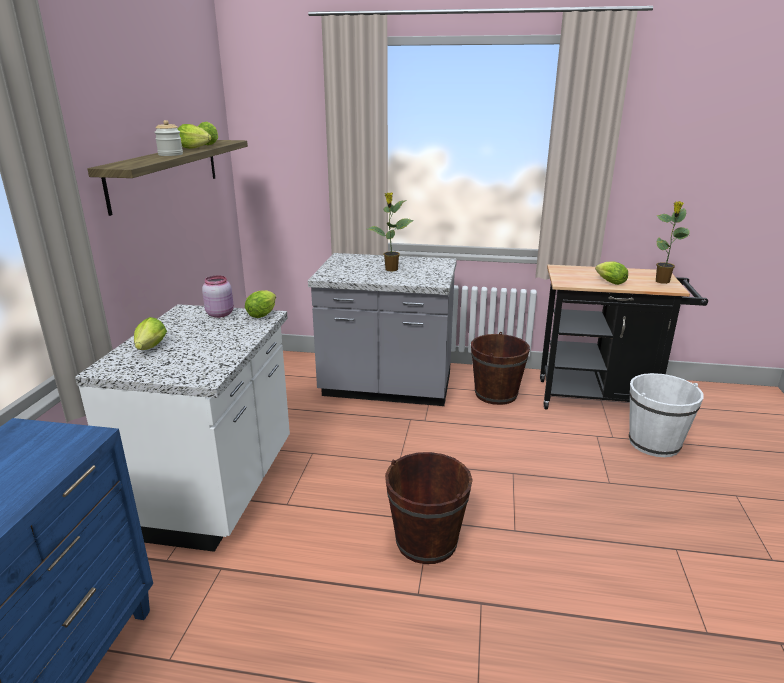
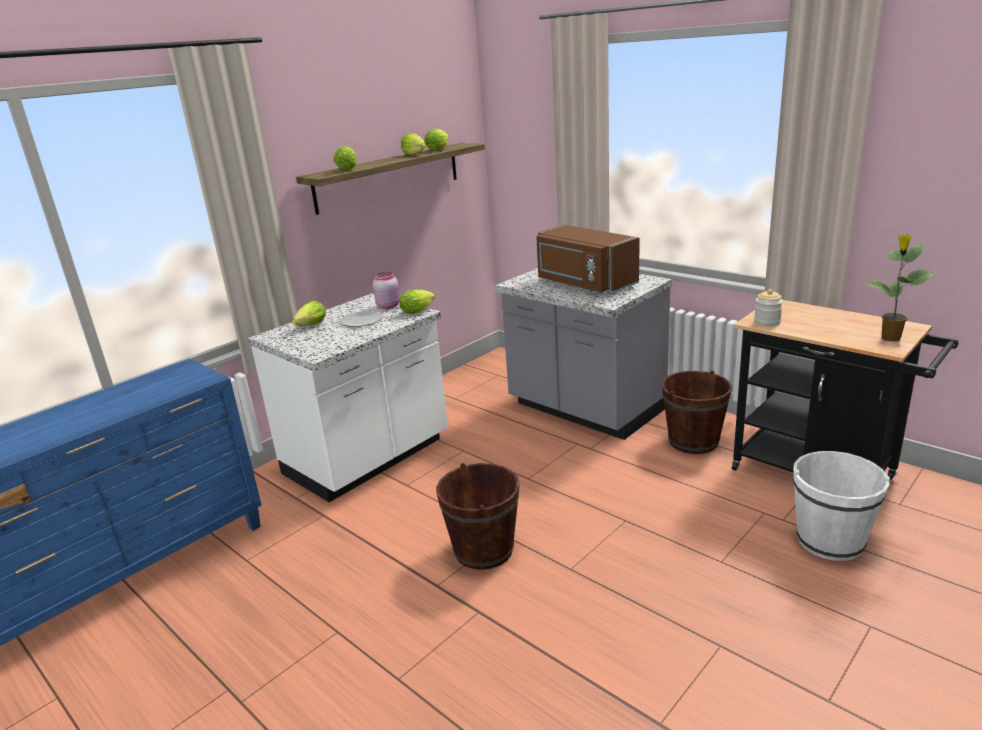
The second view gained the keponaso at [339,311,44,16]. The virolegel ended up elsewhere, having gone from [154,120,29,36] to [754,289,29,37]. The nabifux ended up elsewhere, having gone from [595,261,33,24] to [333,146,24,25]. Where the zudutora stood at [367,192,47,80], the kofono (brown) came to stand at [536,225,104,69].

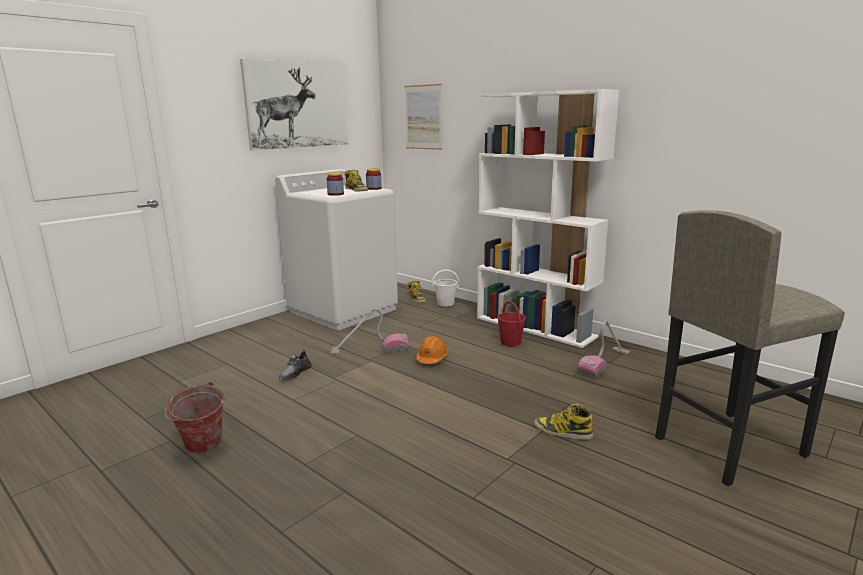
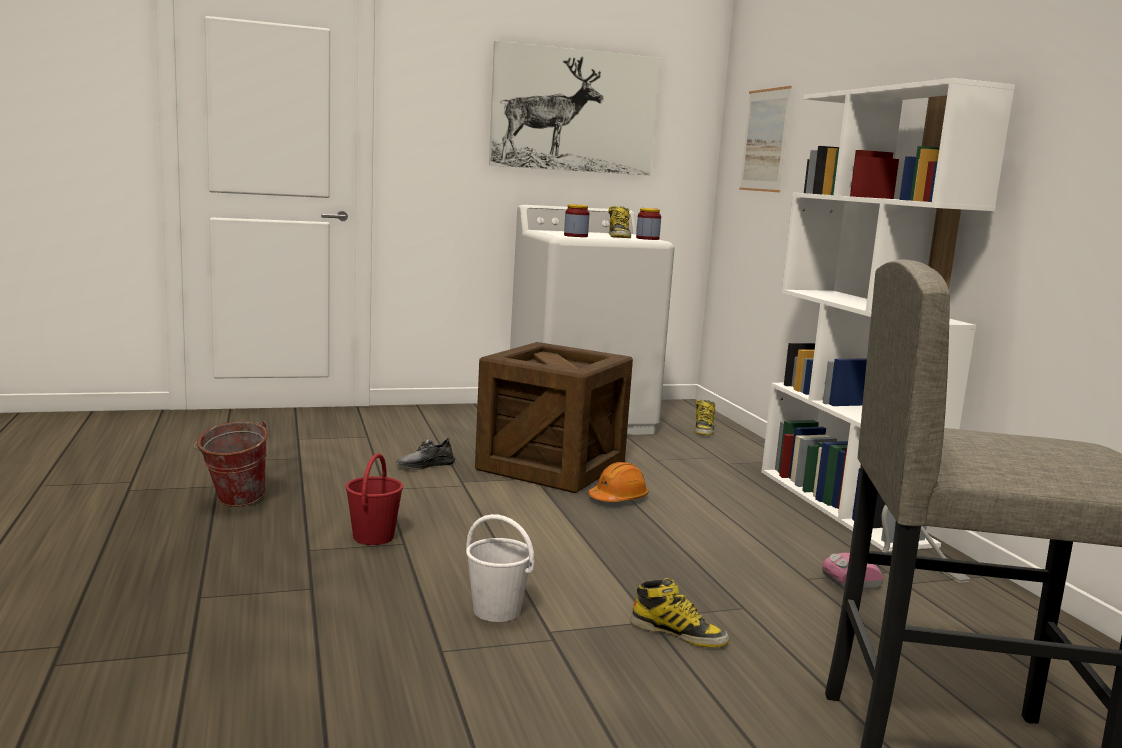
The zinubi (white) ended up elsewhere, having gone from [432,269,27,38] to [466,514,68,108]. The zinubi (red) ended up elsewhere, having gone from [497,301,29,45] to [345,453,58,92]. Where the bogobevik stood at [331,308,78,46], the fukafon came to stand at [475,342,158,151]. The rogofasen at [534,404,59,36] ended up facing another way, 150 degrees clockwise from before.

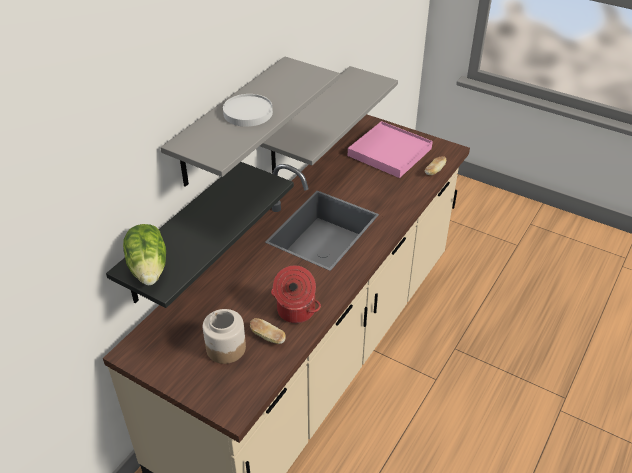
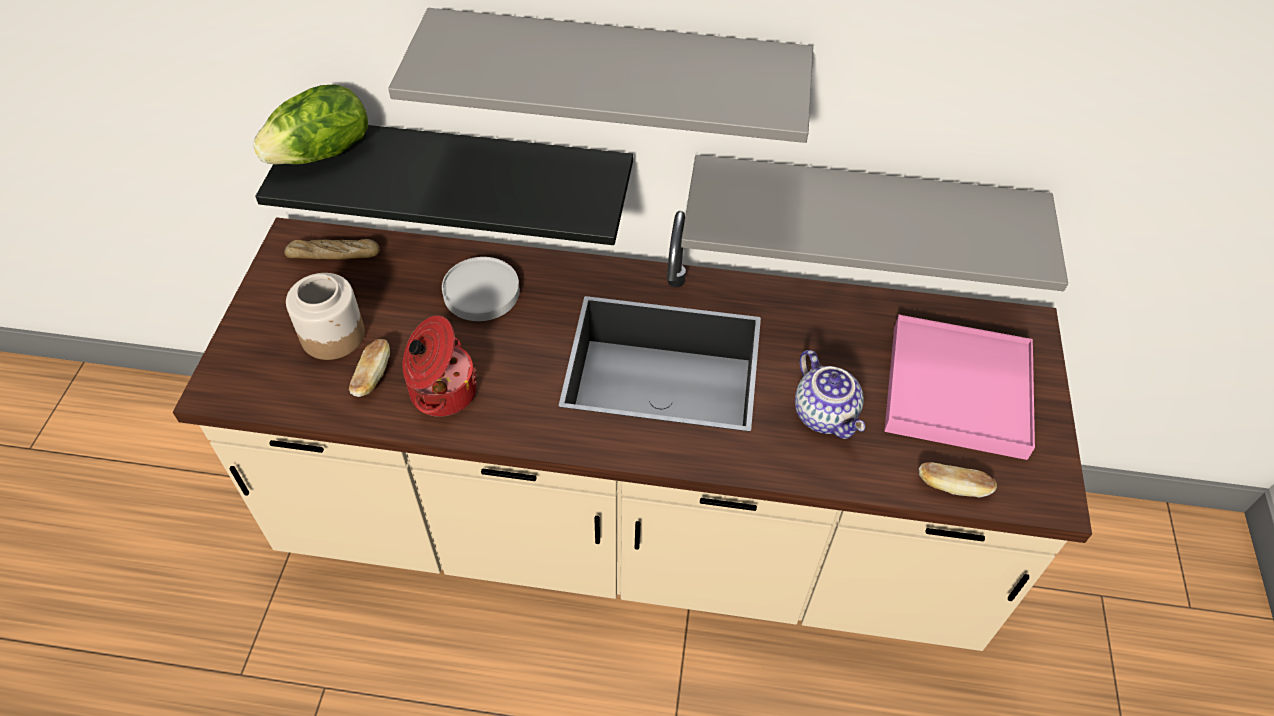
The second view gained the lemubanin at [284,239,96,20]. The second view gained the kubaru at [795,350,70,89]. The keponaso (white) ended up elsewhere, having gone from [223,94,50,33] to [442,257,78,64].

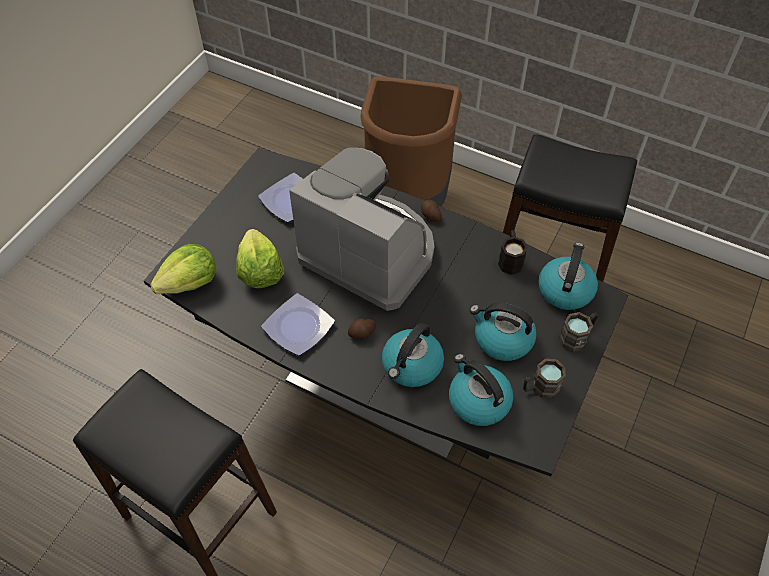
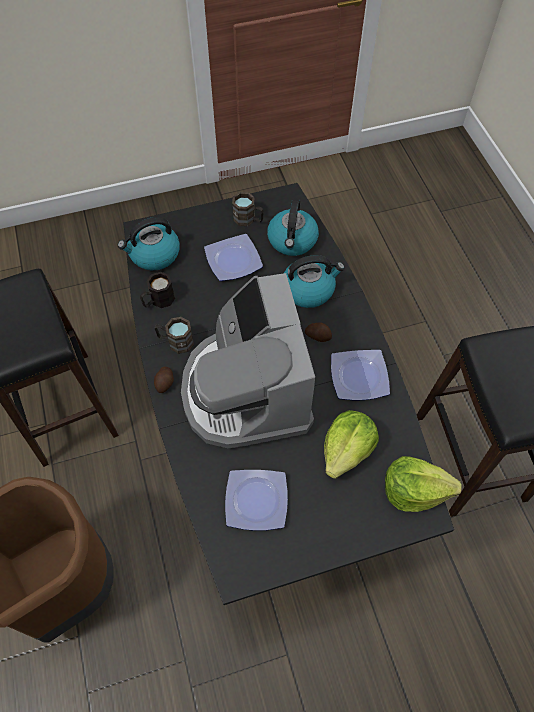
The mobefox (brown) ended up elsewhere, having gone from [559,312,39,40] to [155,317,39,37]. Where the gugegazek stood at [470,303,67,58], the keponaso came to stand at [204,234,59,47].

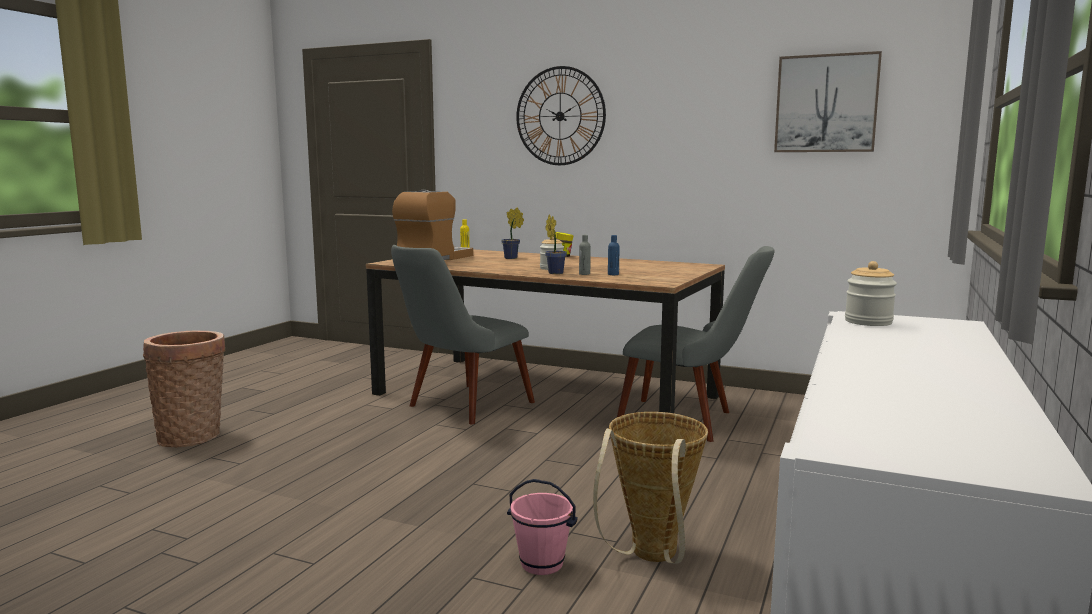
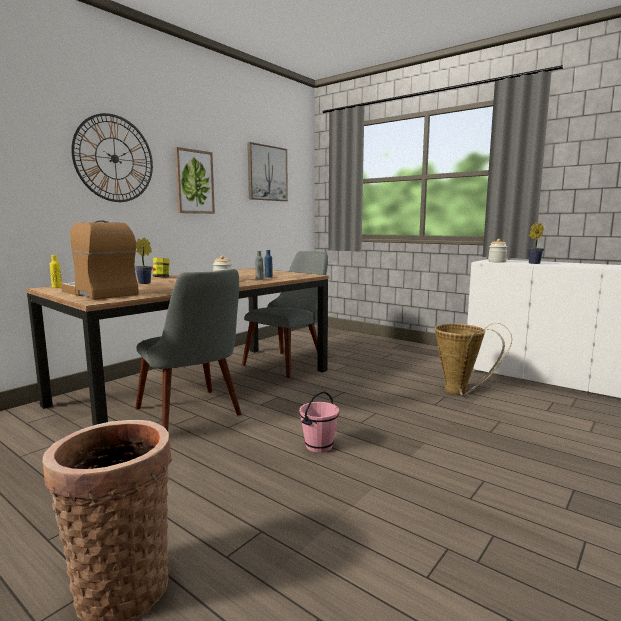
The second view gained the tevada at [175,147,40,67]. The zinubi (pink) ended up elsewhere, having gone from [507,479,71,96] to [299,391,40,62]. The zudutora ended up elsewhere, having gone from [545,214,22,60] to [527,222,17,42].

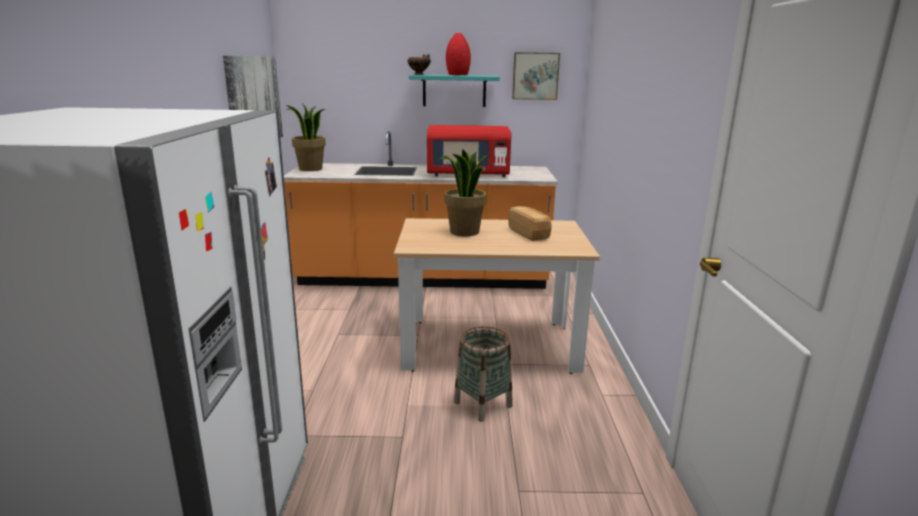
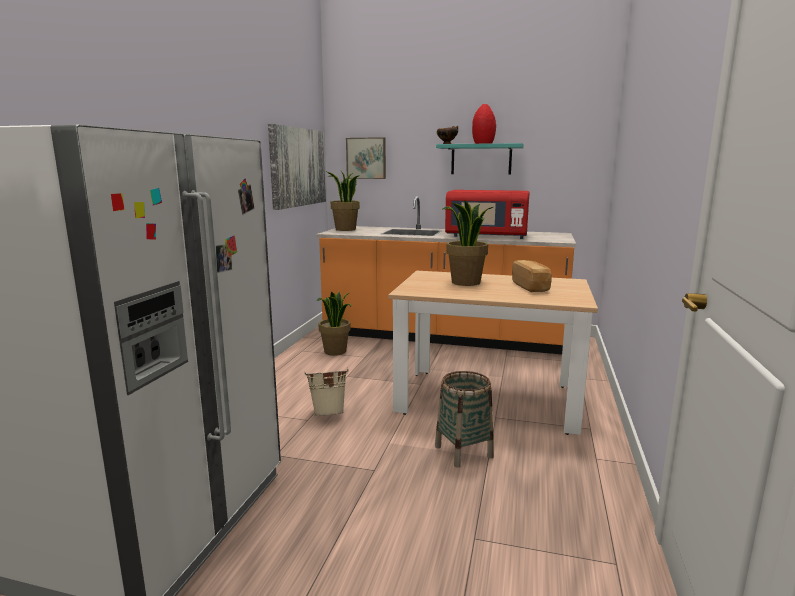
The second view gained the zinubi (beige) at [304,368,45,48]. The second view gained the zudutora at [316,291,35,65]. The tevada ended up elsewhere, having gone from [512,52,48,48] to [346,137,40,42].

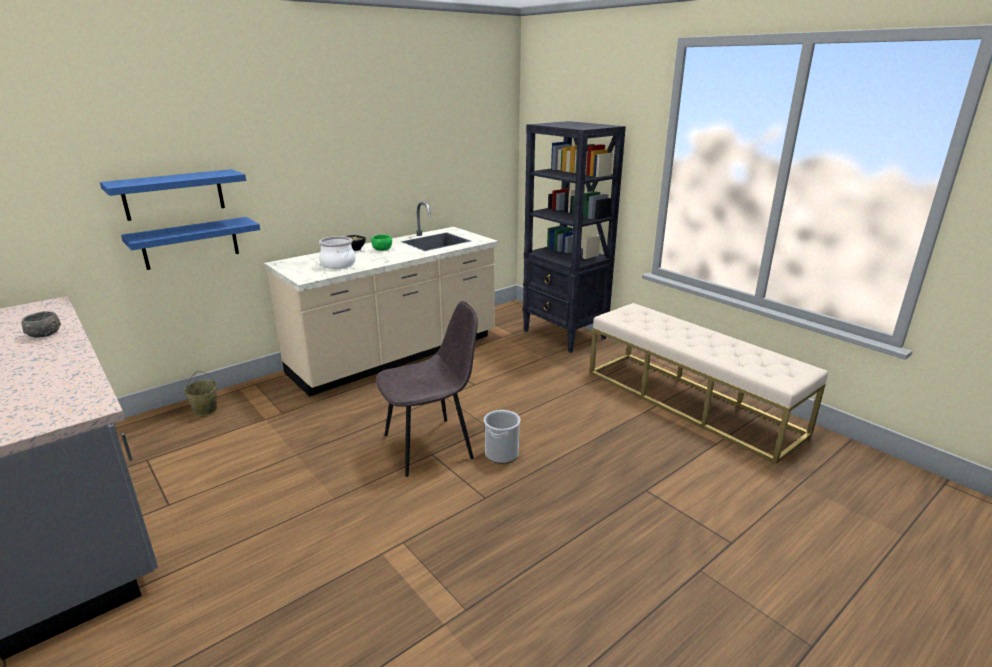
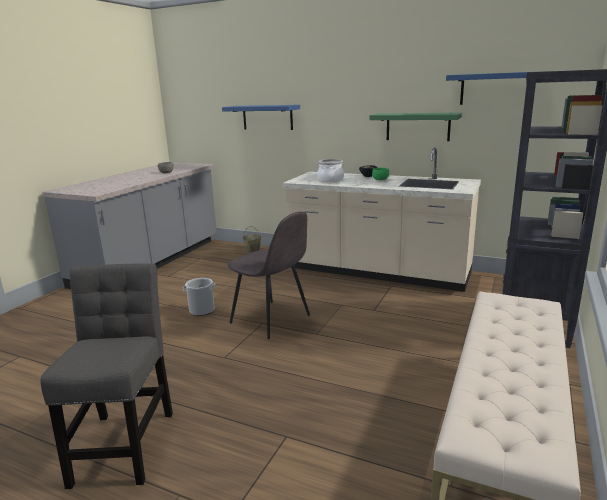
The second view gained the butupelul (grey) at [40,263,133,226]. The second view gained the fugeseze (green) at [369,113,93,28]. The fugeseze (blue) ended up elsewhere, having gone from [121,217,139,53] to [446,71,102,34]. The zinubi ended up elsewhere, having gone from [484,410,37,53] to [183,278,33,38].

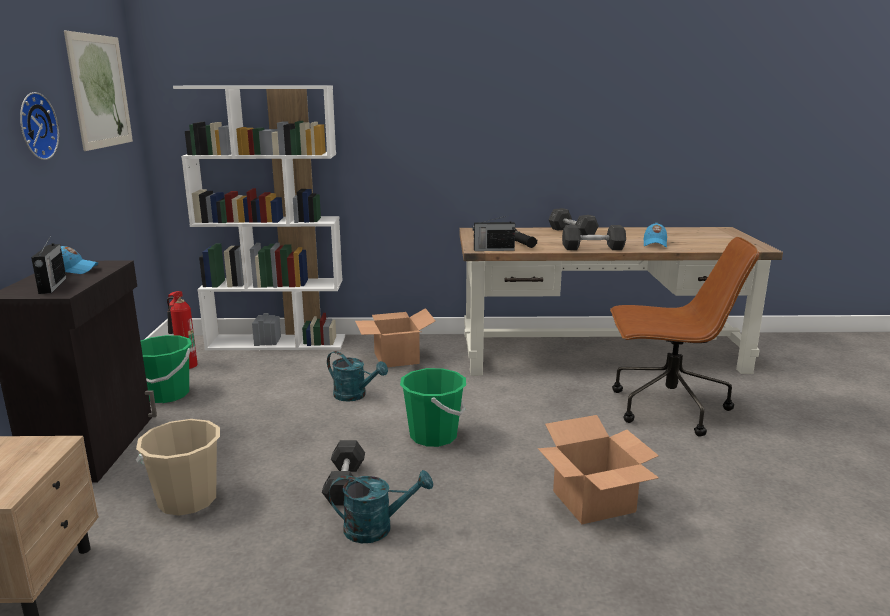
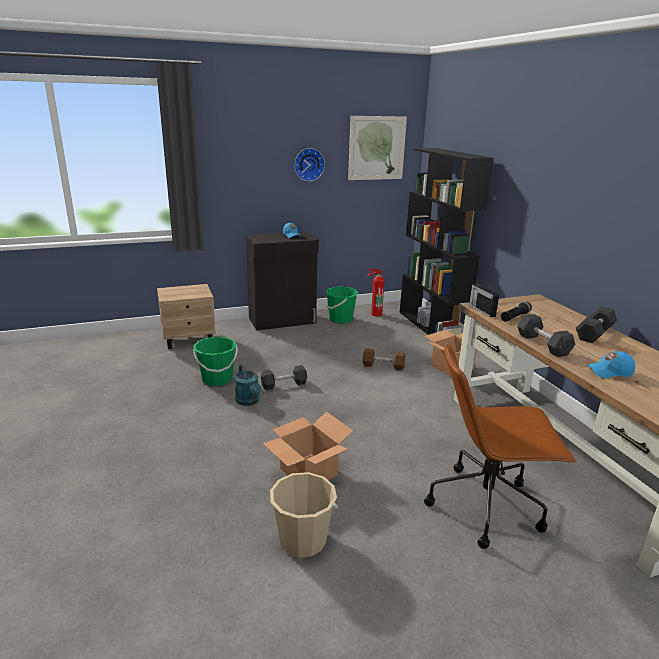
The second view lost the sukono at [31,238,35,56]. The zinubi (beige) ended up elsewhere, having gone from [136,419,84,97] to [270,472,68,86]. The zinubi (green) ended up elsewhere, having gone from [400,368,66,79] to [193,337,45,49]. Where the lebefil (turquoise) stood at [327,351,61,51], the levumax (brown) came to stand at [363,348,42,22]. What was the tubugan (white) at [173,85,172,265] turned into the tubugan (black) at [400,148,94,188]. The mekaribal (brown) at [610,237,149,200] ended up facing another way, 105 degrees clockwise from before.

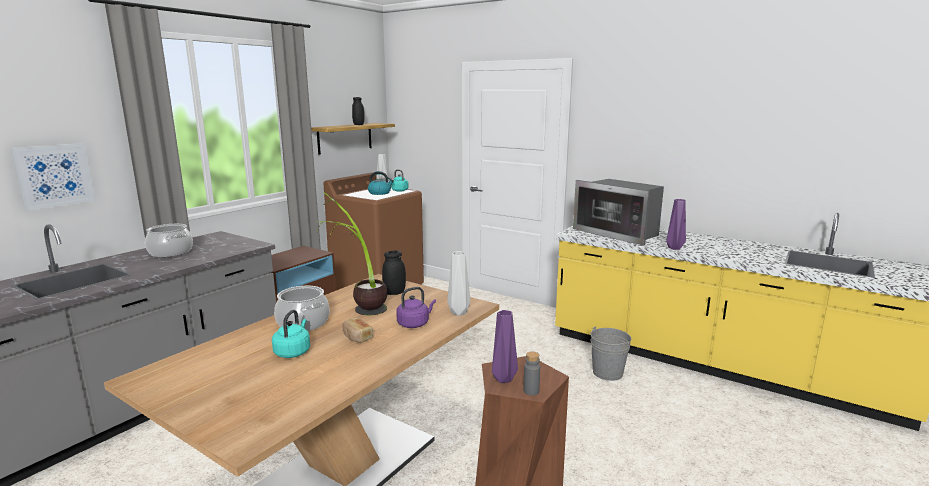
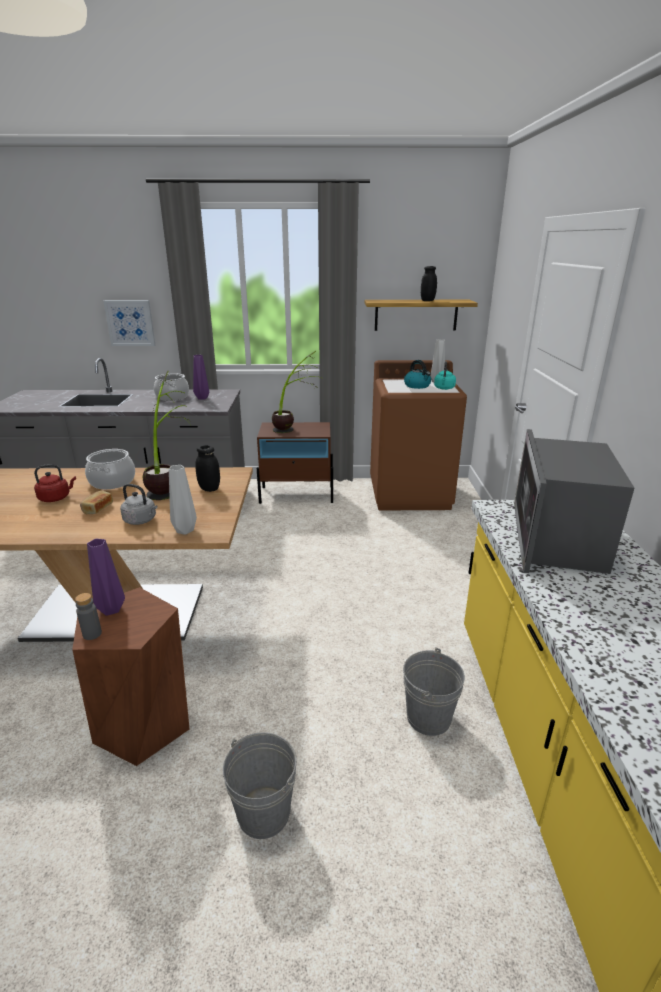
The second view gained the zinubi (grey) at [223,732,74,107]. The second view gained the zudutora at [272,351,49,82]. The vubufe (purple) ended up elsewhere, having gone from [666,199,20,51] to [193,355,16,45]. What was the gugegazek (turquoise) at [272,310,38,48] turned into the gugegazek (red) at [34,464,42,38]. What was the gugegazek (purple) at [396,287,40,41] turned into the gugegazek (grey) at [120,484,38,41].

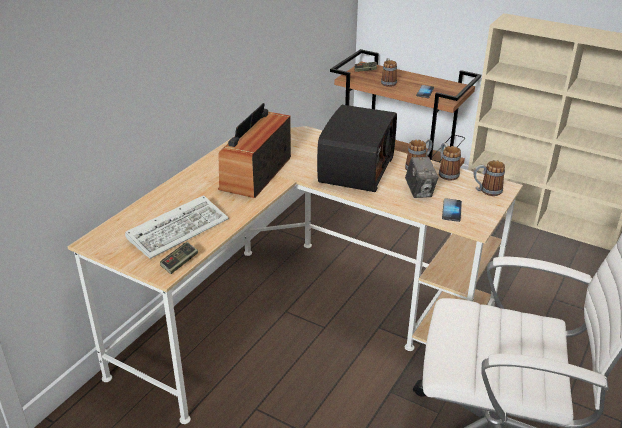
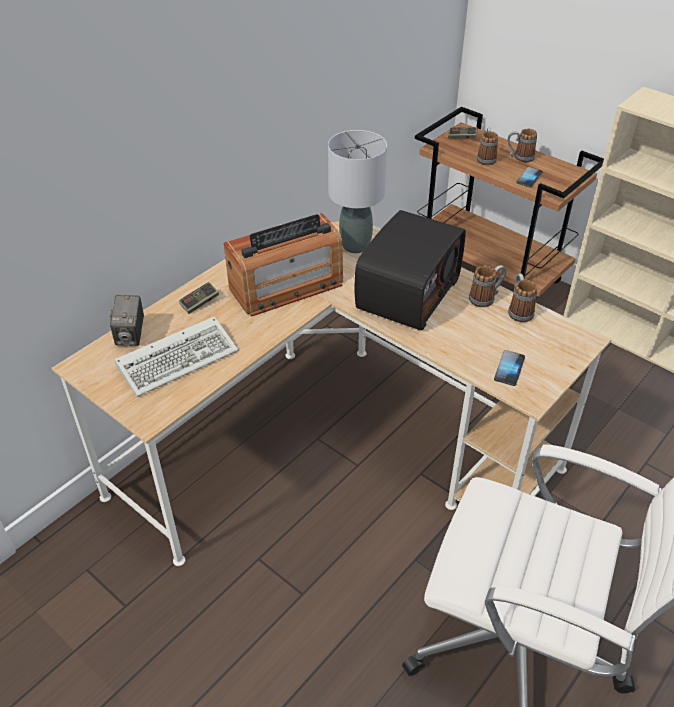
The second view gained the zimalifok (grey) at [328,130,59,123]. The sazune ended up elsewhere, having gone from [160,242,38,32] to [179,282,40,32]. The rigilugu ended up elsewhere, having gone from [405,157,33,41] to [110,295,34,51]. The mobefox ended up elsewhere, having gone from [473,160,32,36] to [508,129,29,33]. The sukono at [218,103,73,95] ended up facing another way, 150 degrees counterclockwise from before.

